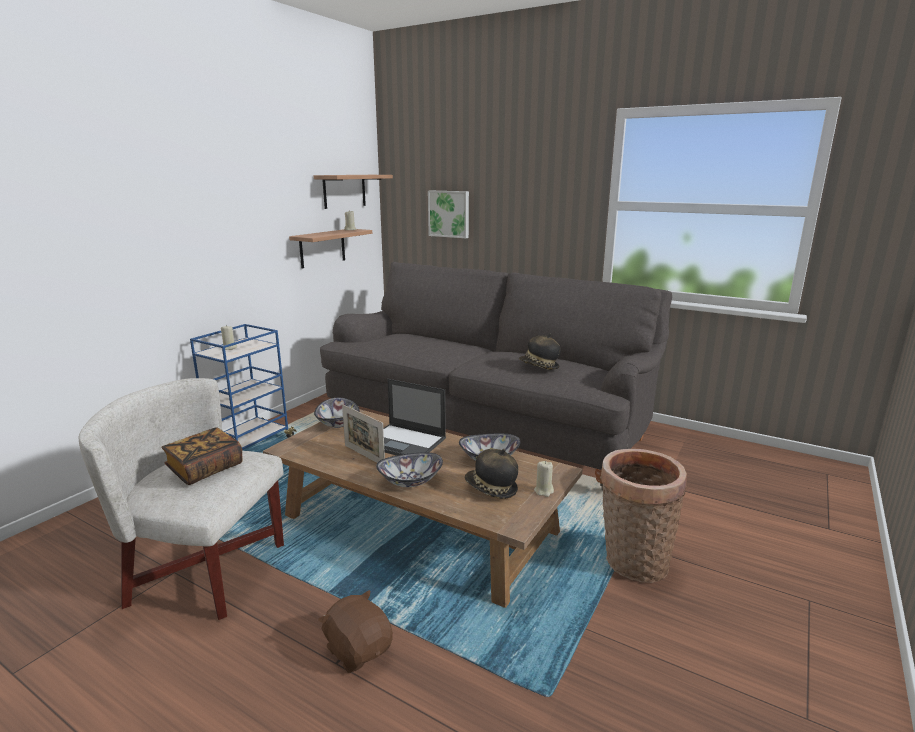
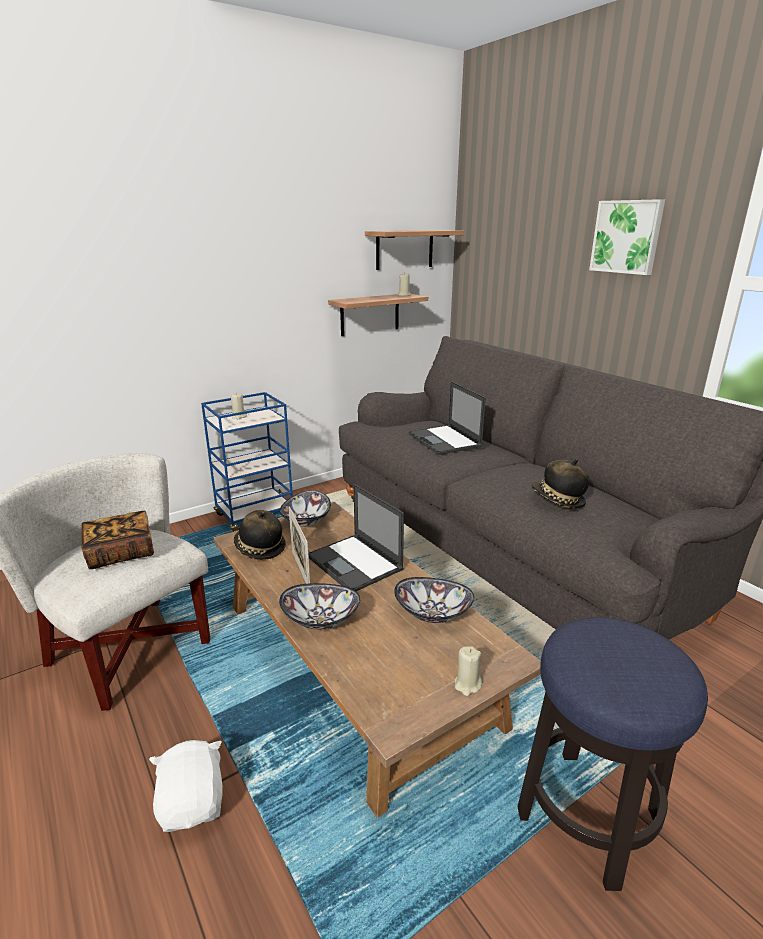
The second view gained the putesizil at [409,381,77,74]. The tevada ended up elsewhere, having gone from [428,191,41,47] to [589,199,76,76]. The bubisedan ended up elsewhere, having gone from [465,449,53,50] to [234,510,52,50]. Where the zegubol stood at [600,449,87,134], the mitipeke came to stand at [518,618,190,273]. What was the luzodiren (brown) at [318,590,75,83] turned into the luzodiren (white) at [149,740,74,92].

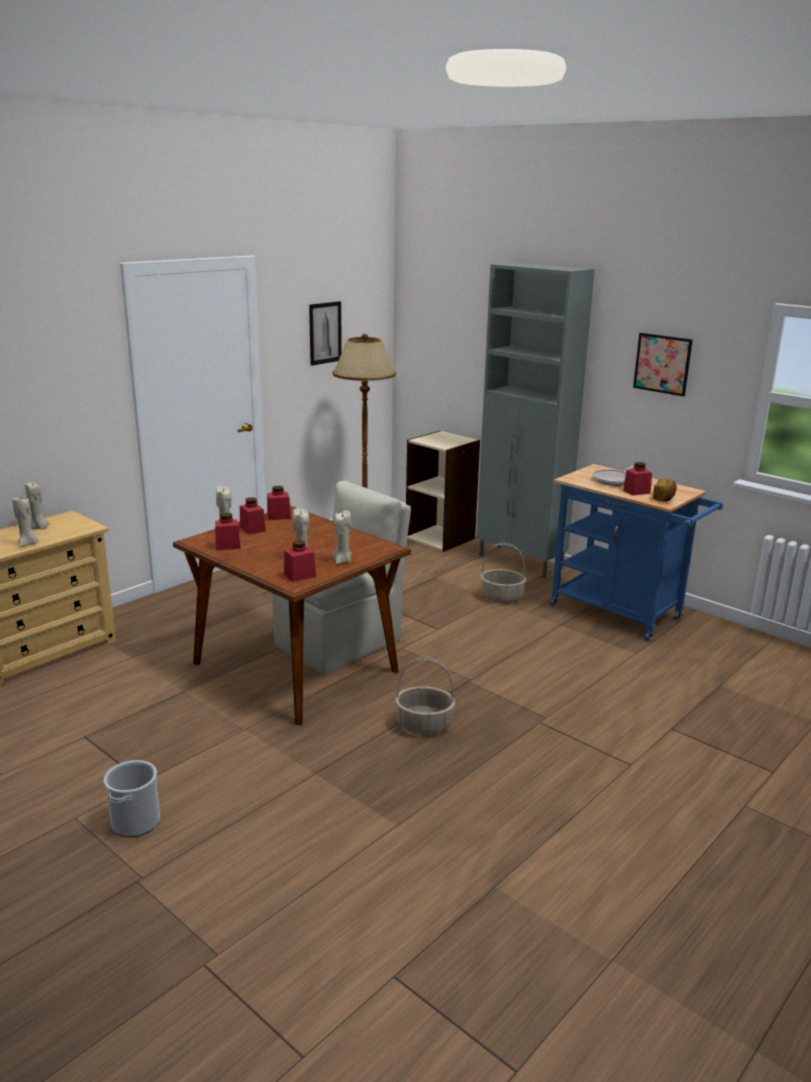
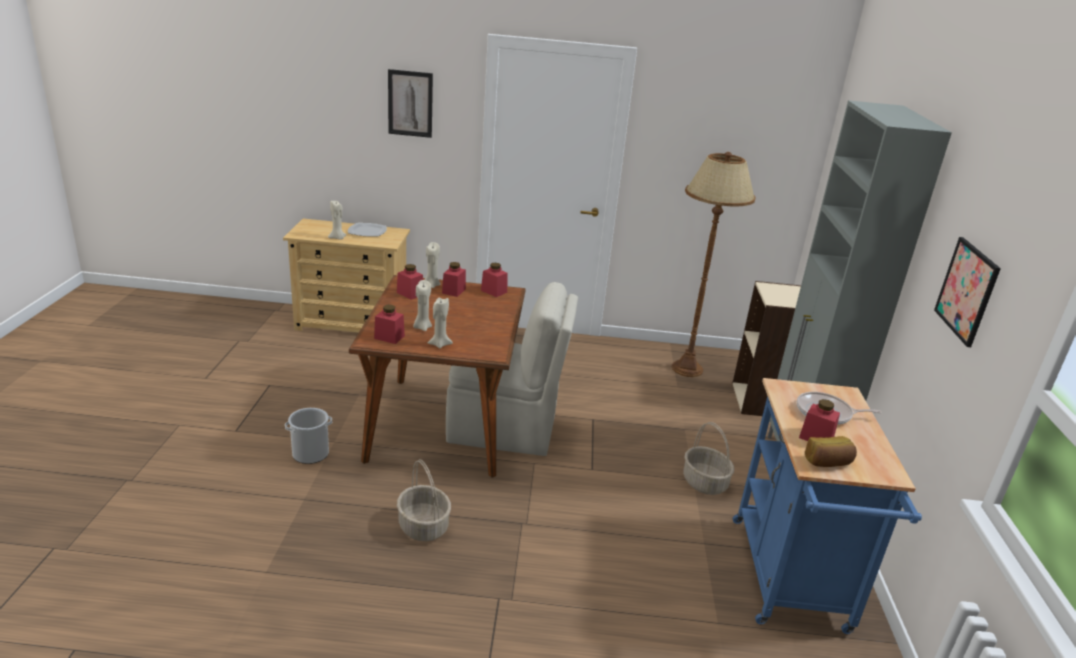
The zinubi ended up elsewhere, having gone from [104,760,56,77] to [285,408,47,56]. The tevada ended up elsewhere, having gone from [309,301,33,65] to [388,69,45,69]. Where the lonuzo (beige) stood at [25,482,25,47], the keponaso came to stand at [348,223,39,14].

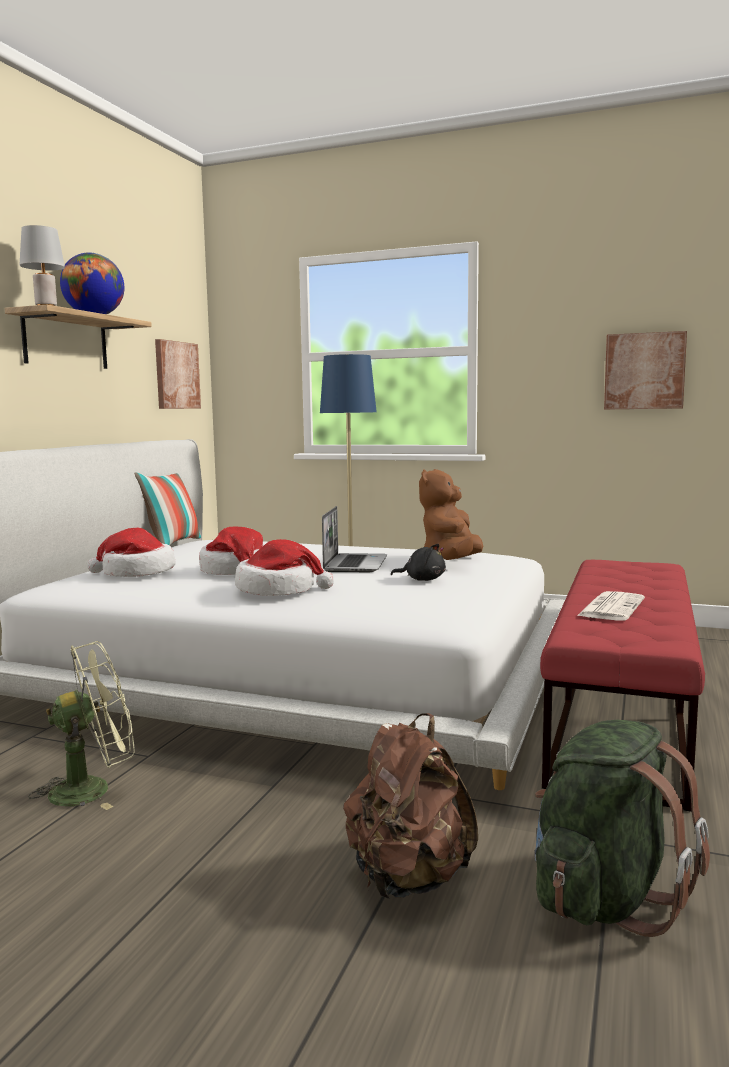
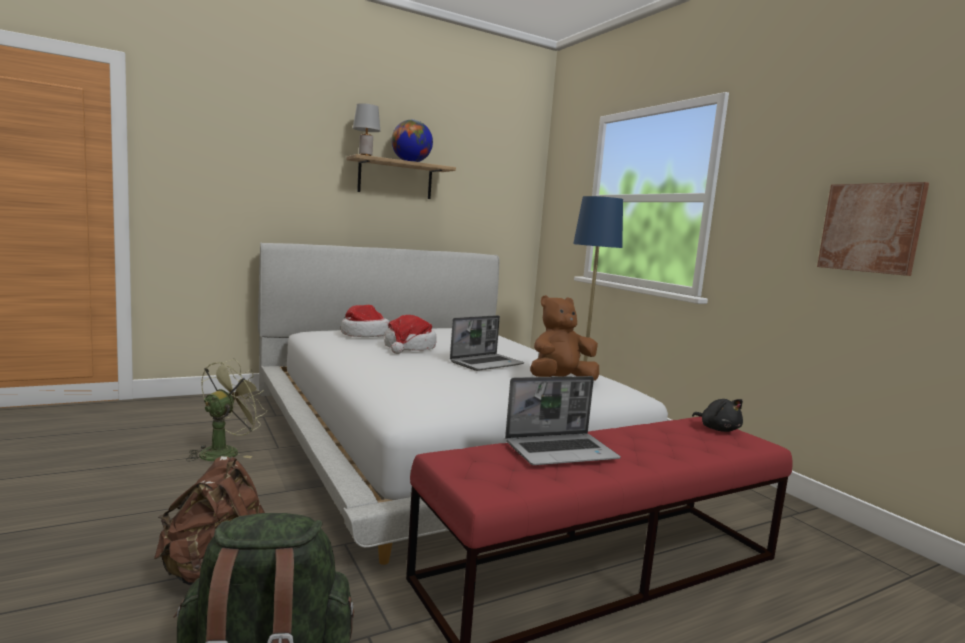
The second view lost the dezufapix at [134,472,67,74]. The second view lost the tevada at [155,339,46,70]. The second view lost the bubisedan at [235,539,99,57]. The luzodiren (black) ended up elsewhere, having gone from [391,544,55,37] to [692,399,51,33]. Where the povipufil stood at [577,591,68,30], the putesizil came to stand at [505,376,116,89]. The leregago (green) at [28,641,107,169] ended up facing another way, 75 degrees counterclockwise from before.

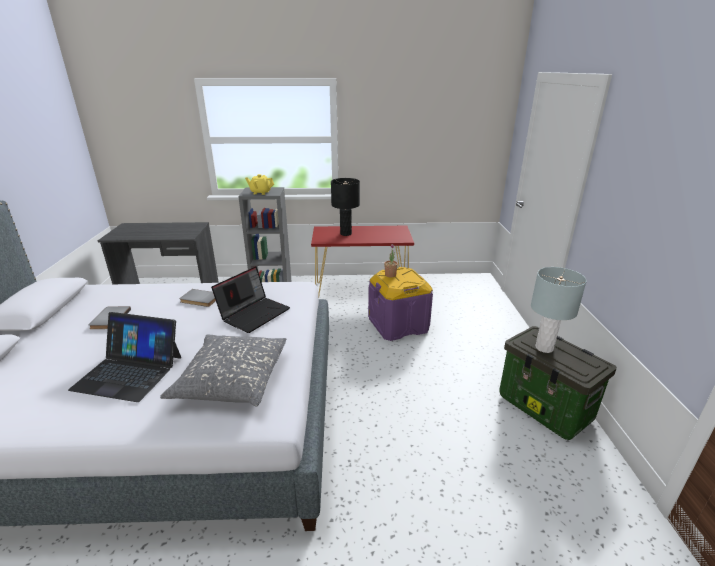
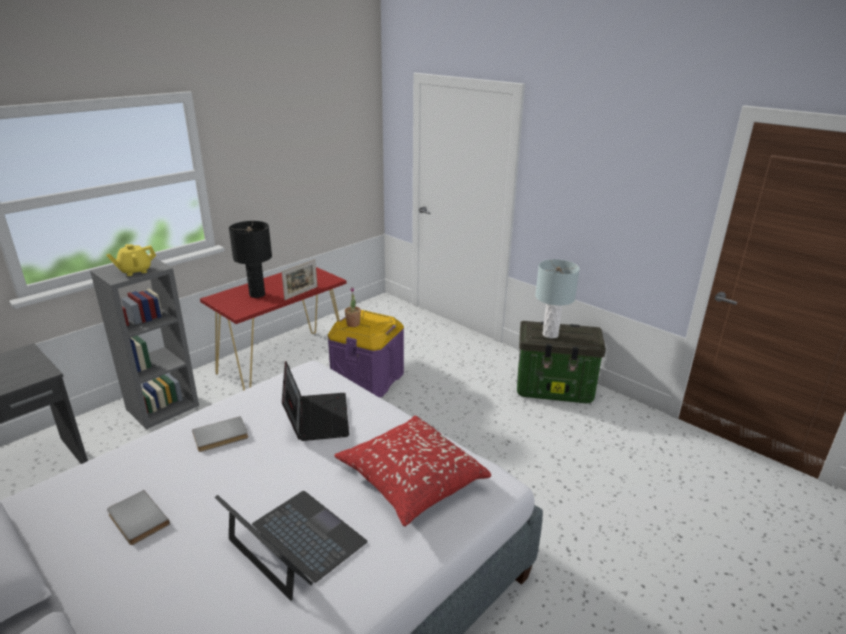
The second view gained the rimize at [282,259,36,41]. What was the dezufapix (grey) at [160,334,126,73] turned into the dezufapix (red) at [334,415,157,112]. The putesizil at [68,312,113,90] ended up facing another way, 105 degrees counterclockwise from before.

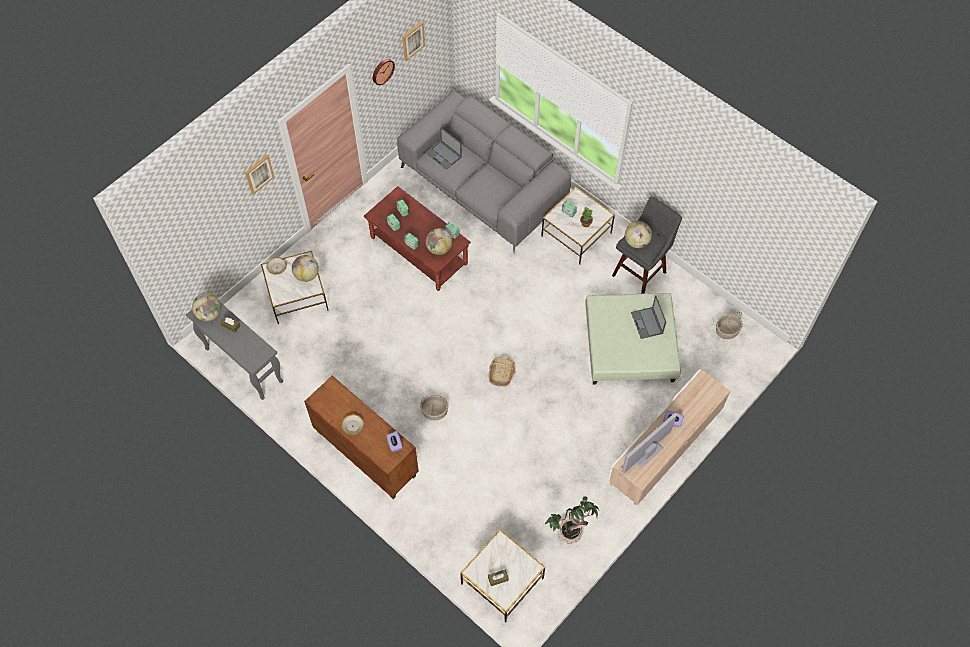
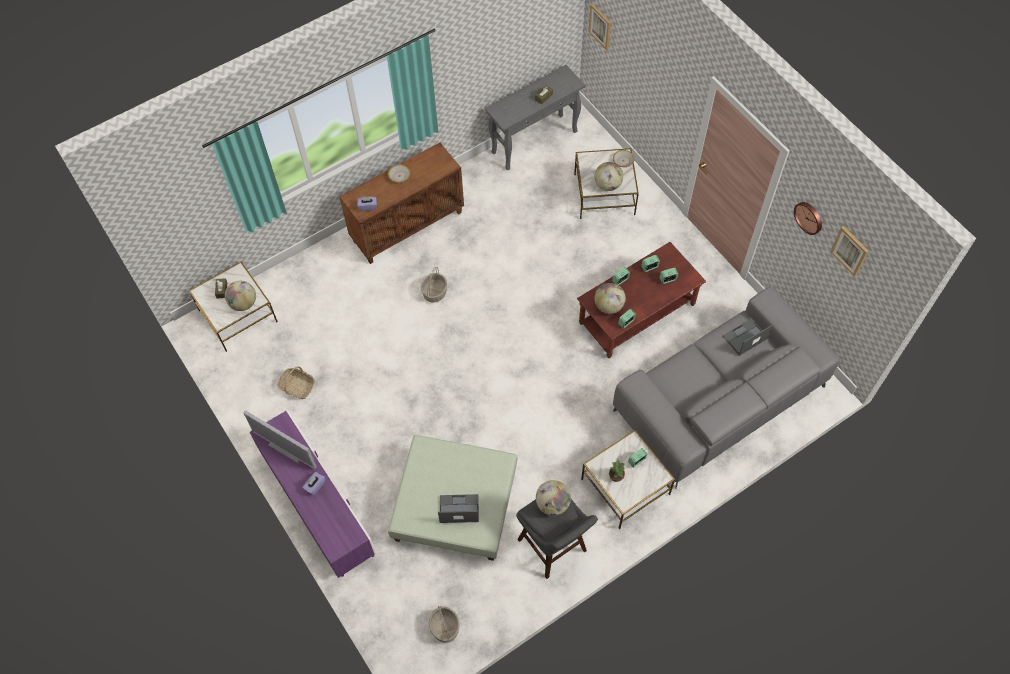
The second view lost the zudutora at [545,496,54,48]. The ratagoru ended up elsewhere, having gone from [192,293,29,28] to [225,281,31,30]. The tevada ended up elsewhere, having gone from [245,155,29,40] to [589,4,22,46]. The zegubol ended up elsewhere, having gone from [489,357,27,30] to [277,366,38,33]. What was the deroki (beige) at [608,369,122,136] turned into the deroki (purple) at [250,410,126,168]. The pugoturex at [622,413,55,60] ended up facing another way, 150 degrees clockwise from before.

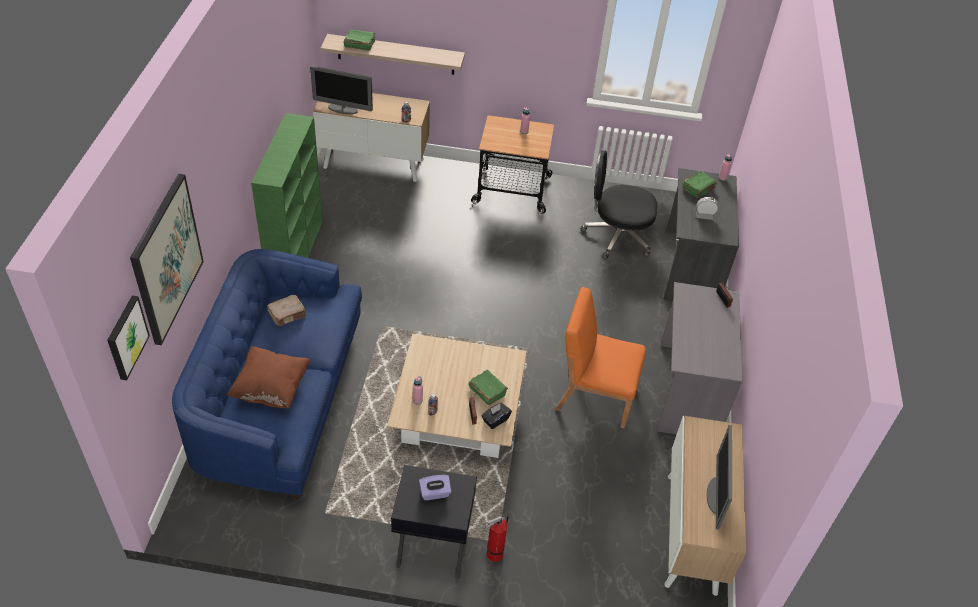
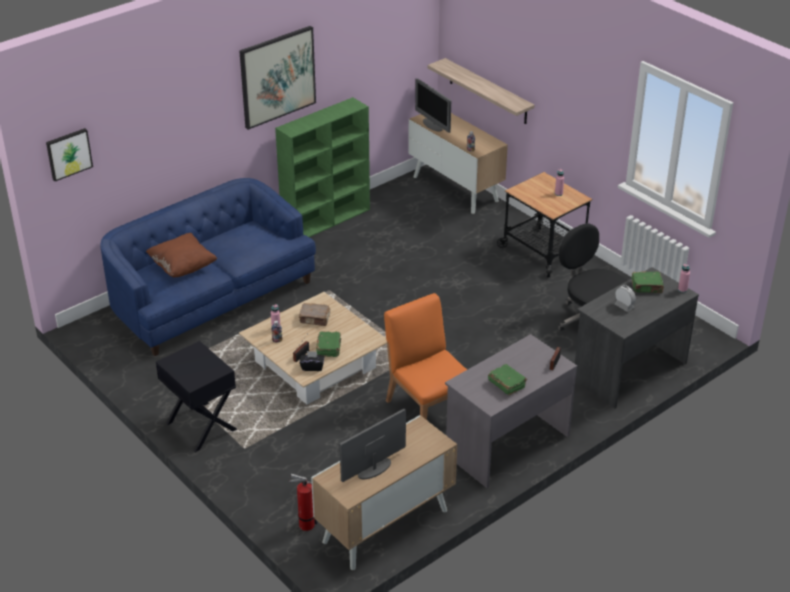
The second view lost the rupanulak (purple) at [419,475,33,26]. The tevada ended up elsewhere, having gone from [130,174,74,171] to [239,26,77,104]. The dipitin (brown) ended up elsewhere, having gone from [267,295,40,31] to [299,303,32,23]. The dipitin (green) ended up elsewhere, having gone from [344,29,31,22] to [488,364,39,31]. The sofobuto ended up elsewhere, having gone from [485,516,23,46] to [289,474,28,57].

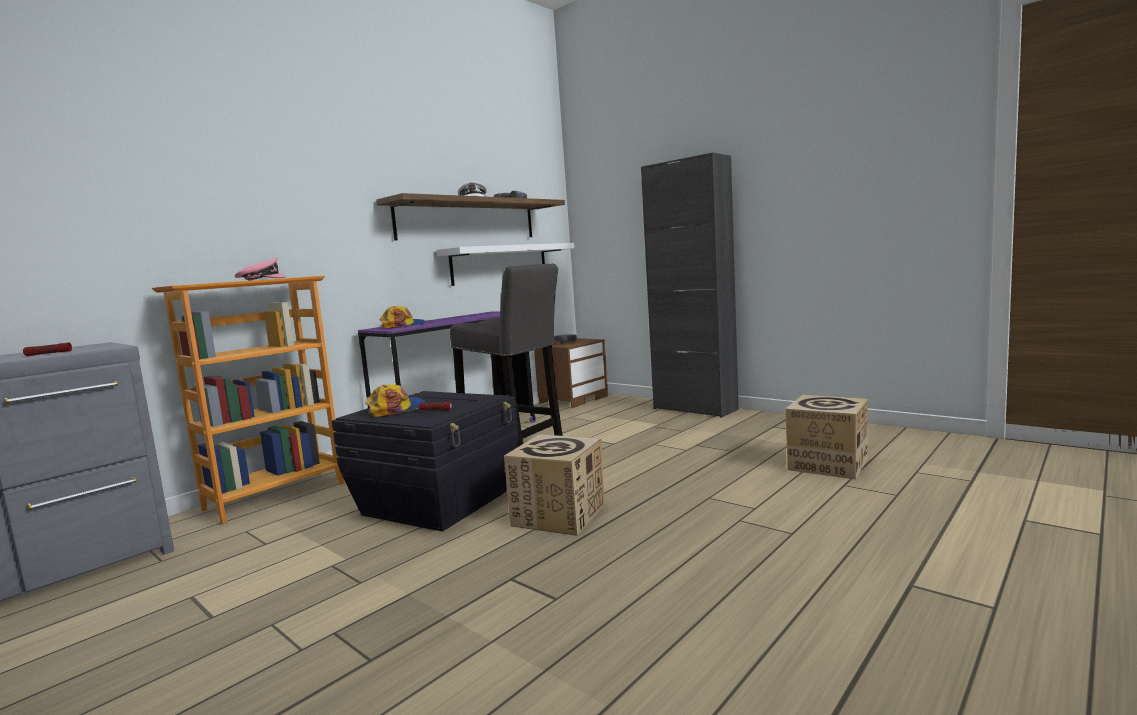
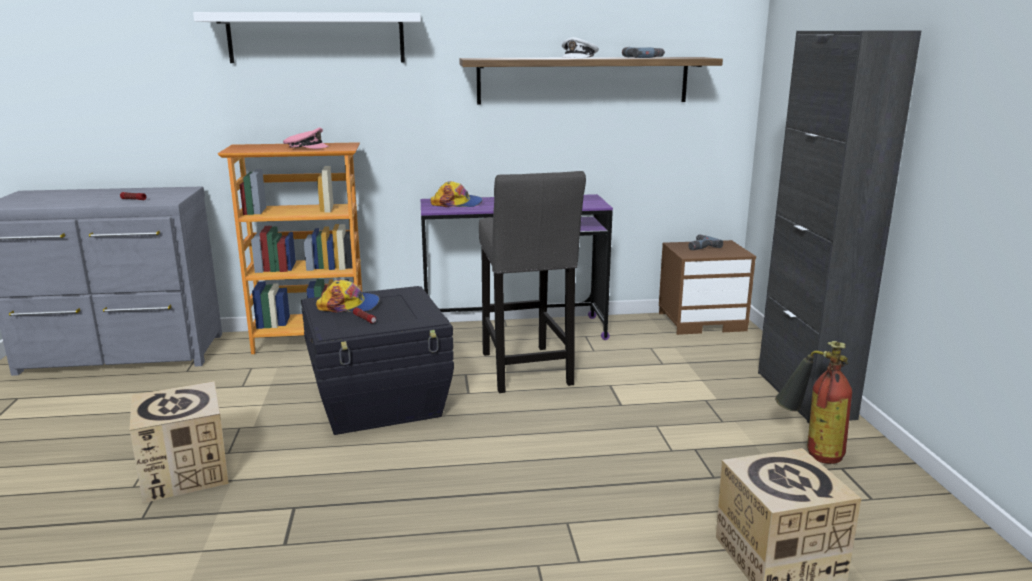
The second view gained the sofobuto at [775,341,77,123]. The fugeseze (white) ended up elsewhere, having gone from [437,243,137,43] to [193,12,228,51]. The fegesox ended up elsewhere, having gone from [504,434,101,102] to [130,381,99,122].

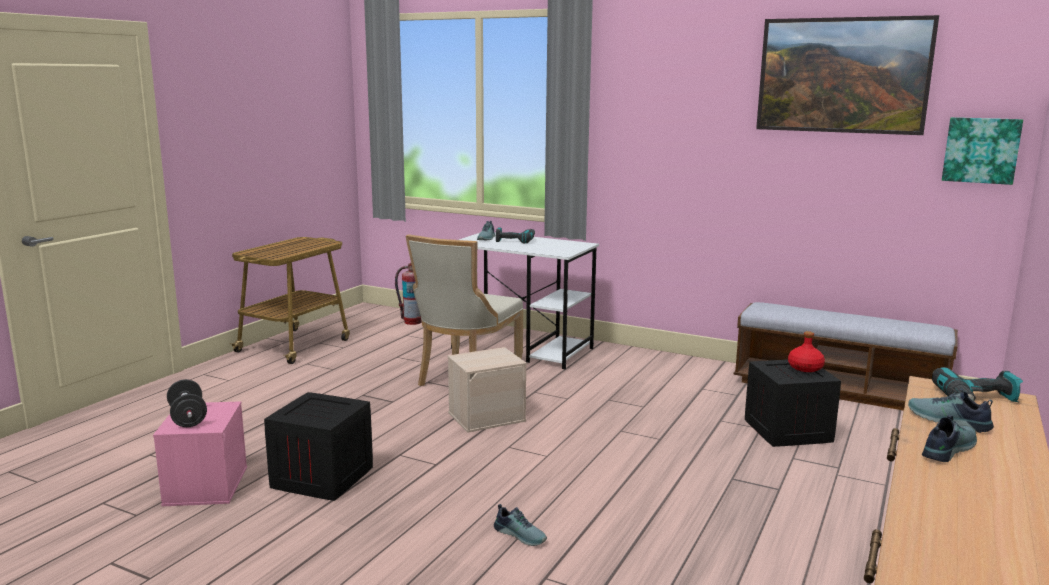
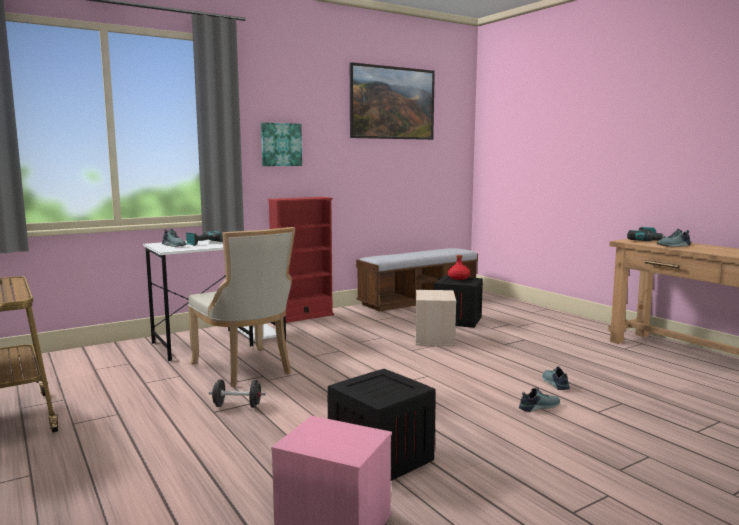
The second view lost the sofobuto at [395,263,26,62]. The second view gained the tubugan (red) at [268,197,66,126]. The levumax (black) ended up elsewhere, having gone from [167,379,40,48] to [209,379,57,29]. The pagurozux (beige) ended up elsewhere, having gone from [447,347,80,86] to [416,290,40,56]. The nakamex ended up elsewhere, having gone from [922,415,55,47] to [542,366,28,24]. The tevada ended up elsewhere, having gone from [942,117,81,68] to [261,122,41,44].

